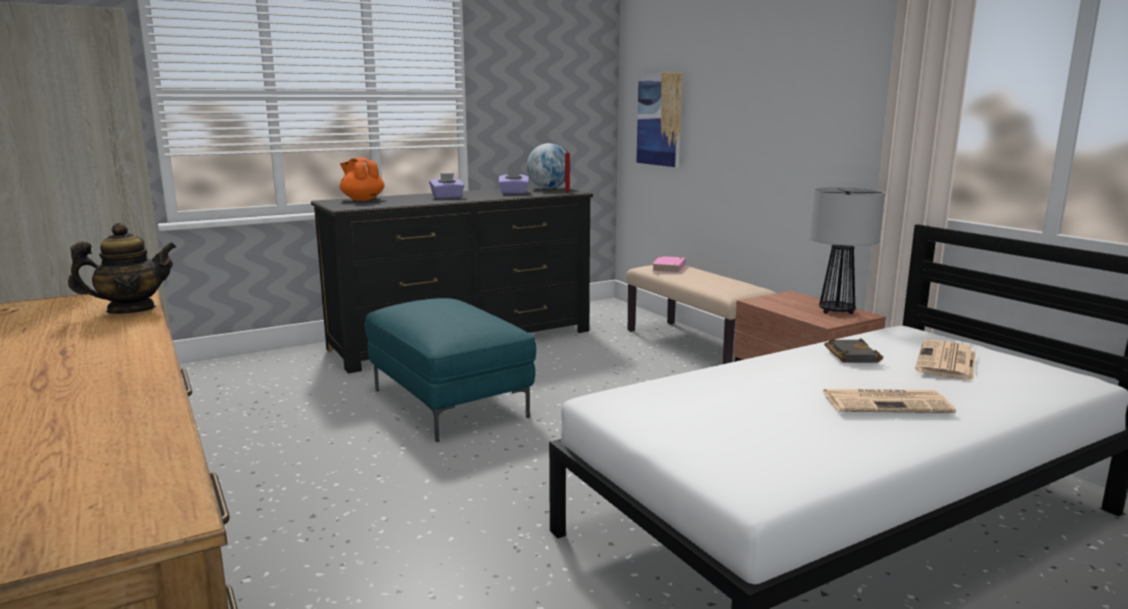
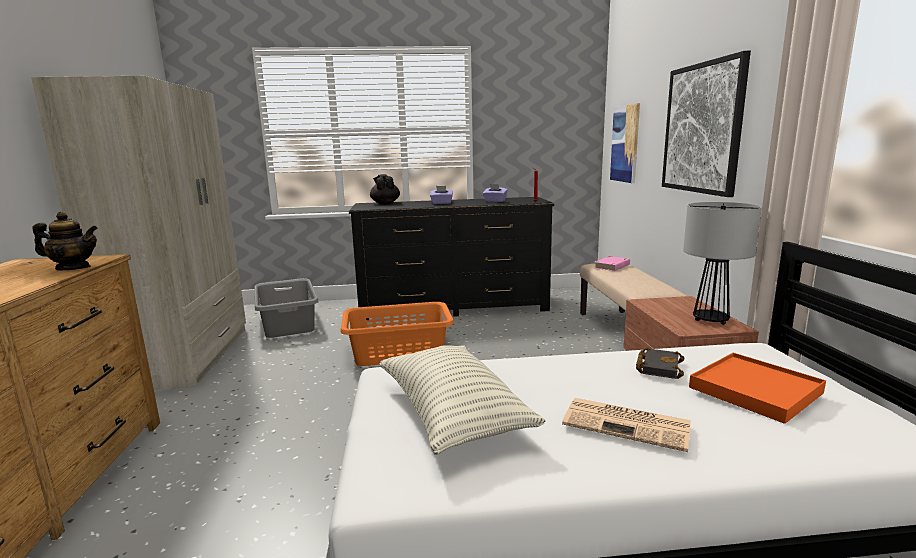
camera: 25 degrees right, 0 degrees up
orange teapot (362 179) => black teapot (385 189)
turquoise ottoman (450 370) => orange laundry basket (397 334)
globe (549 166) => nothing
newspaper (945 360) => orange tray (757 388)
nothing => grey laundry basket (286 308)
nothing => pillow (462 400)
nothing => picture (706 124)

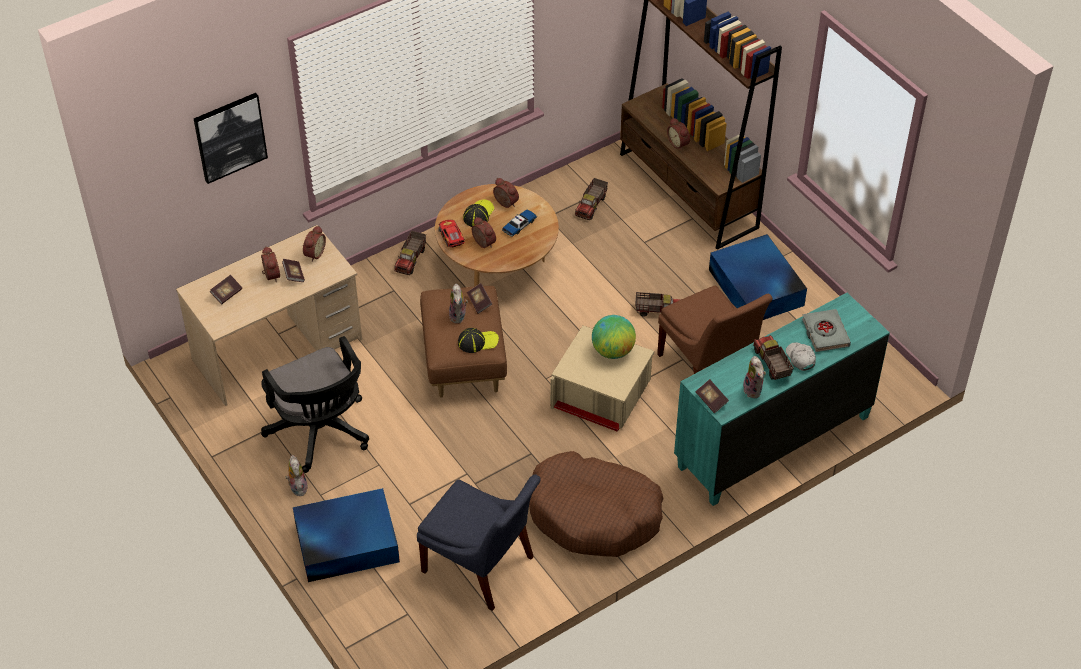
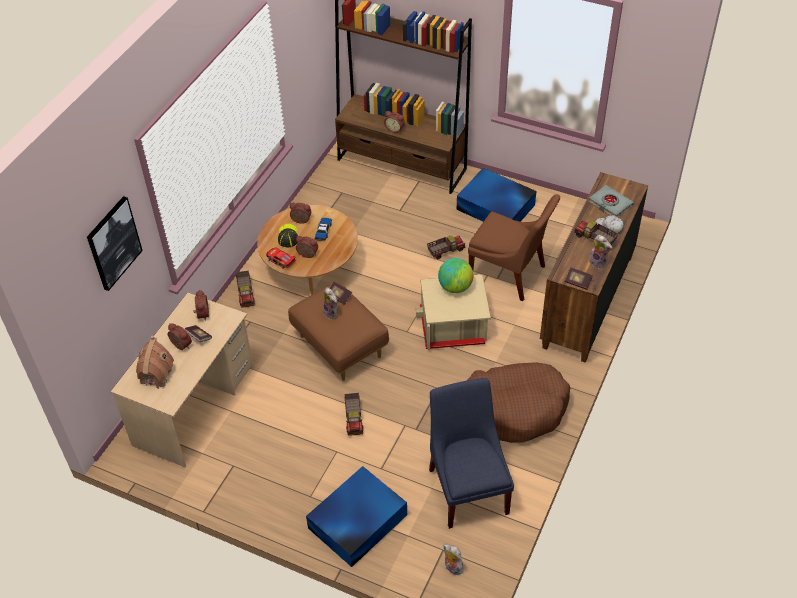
camera: 30 degrees left, 0 degrees up
book (226 289) => toy house (155 362)
black office chair (315 404) => nothing
plush toy (297 475) => plush toy (453 559), shifted
blue chair (479 542) => blue chair (471 453), 105 degrees counterclockwise
cap (478 340) => nothing
toy truck (591 199) => toy truck (353 414), shifted
turquoise dresser (782 399) => brown dresser (594 267)

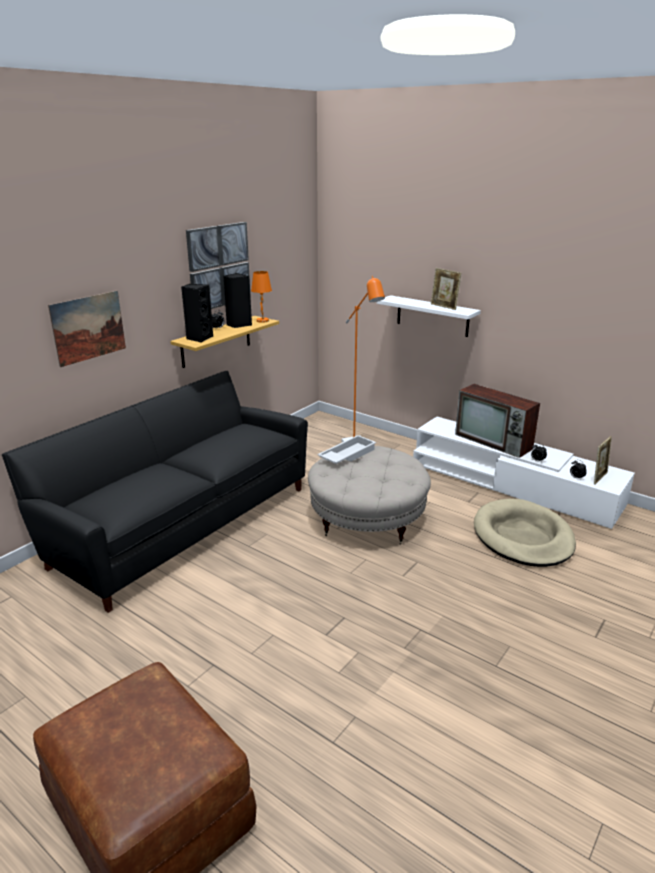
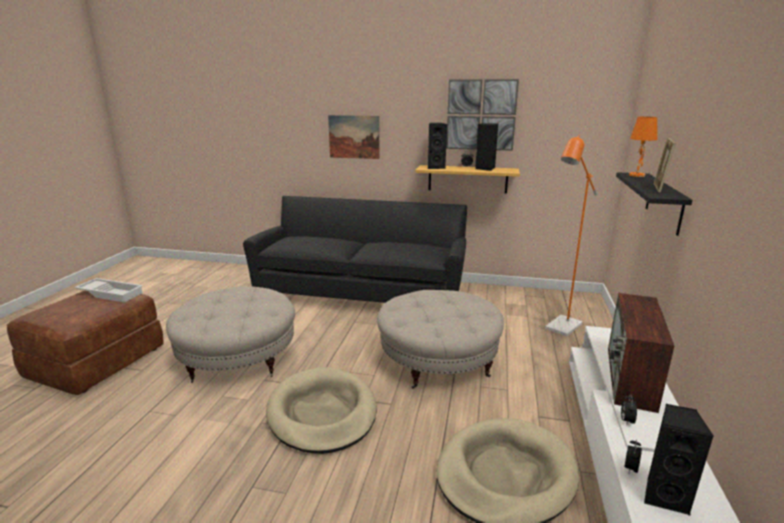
camera: 65 degrees right, 5 degrees down
orange table lamp (261 297) => orange table lamp (643 147), shifted
white tray (346 449) => white tray (108 290), shifted
white shelf (429 316) => black shelf (654 204)
picture frame (603 460) => black speaker (678 459)
nothing => beige ottoman (230 334)
nothing => beige dog bed (321 410)

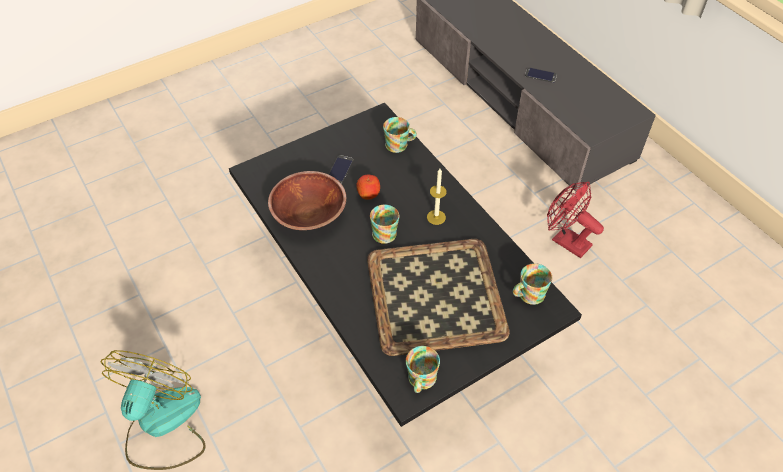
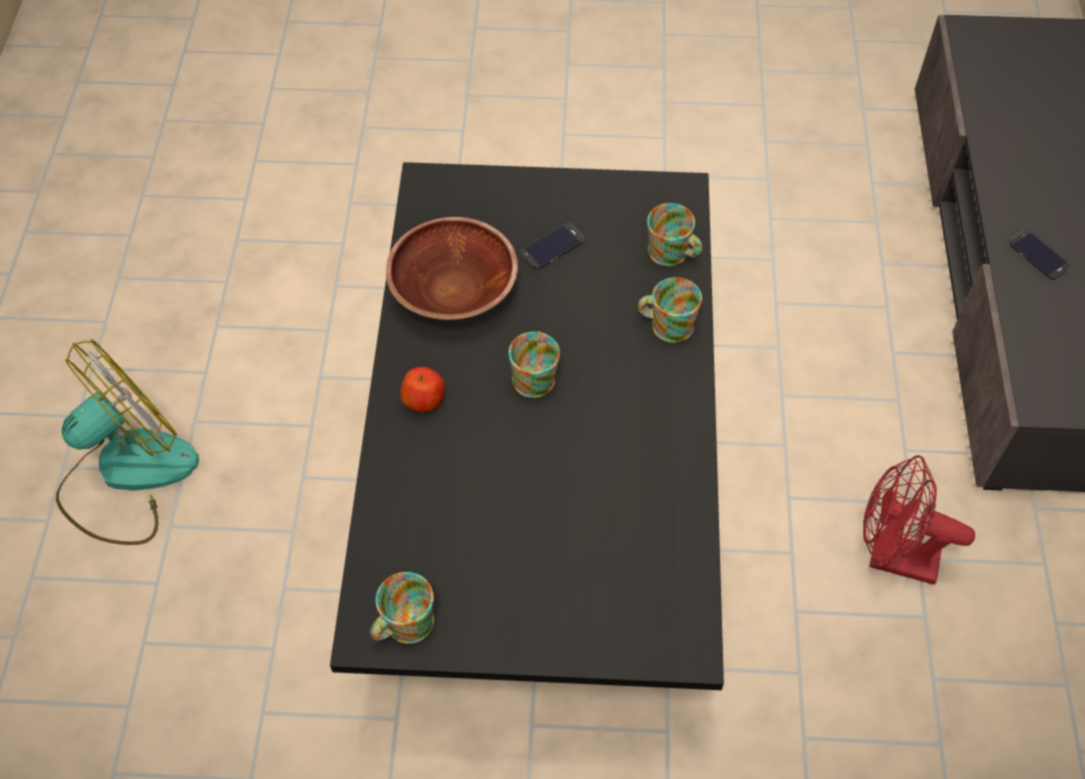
camera: 35 degrees right, 5 degrees up
apple (368 187) => apple (422 390), shifted
tray (438 297) => nothing
candle (437 197) => nothing
mug (532 284) => mug (670 310), shifted
red fan (575 220) => red fan (919 520), 60 degrees counterclockwise

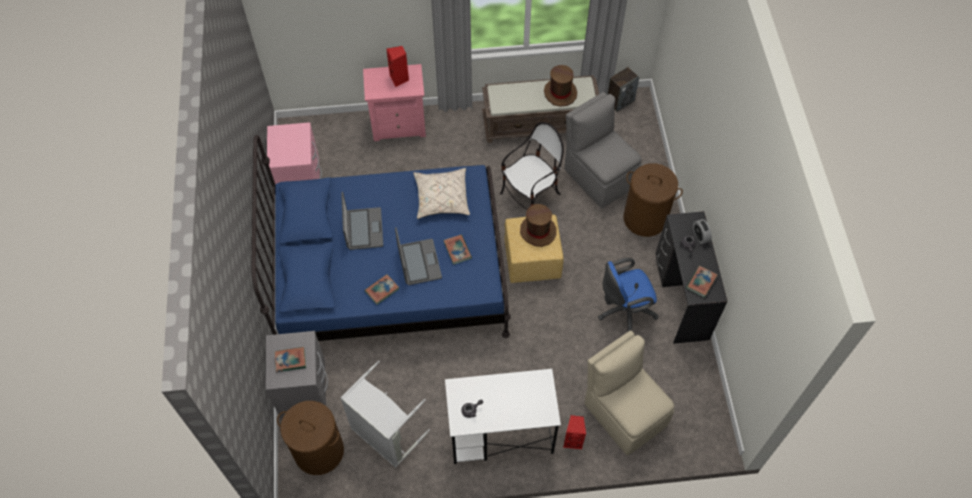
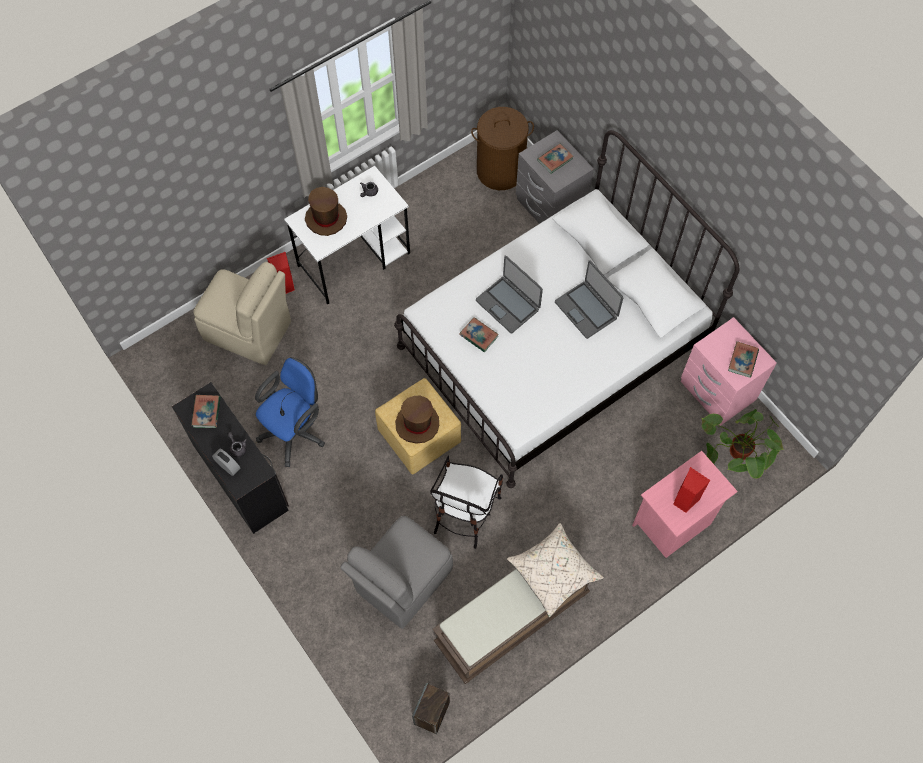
camera: 150 degrees right, 5 degrees up
blue bed (381 238) => white bed (566 309)
grey laundry basket (385 414) => nothing
book (381 289) => book (743 359), shifted
beige pillow (441 193) => beige pillow (555 570), shifted
brown hat (560 86) => brown hat (326 211), shifted
grey chair (603 150) => grey chair (396 572), 105 degrees clockwise
brown laundry basket (653 200) => nothing
nothing => potted plant (743 444)

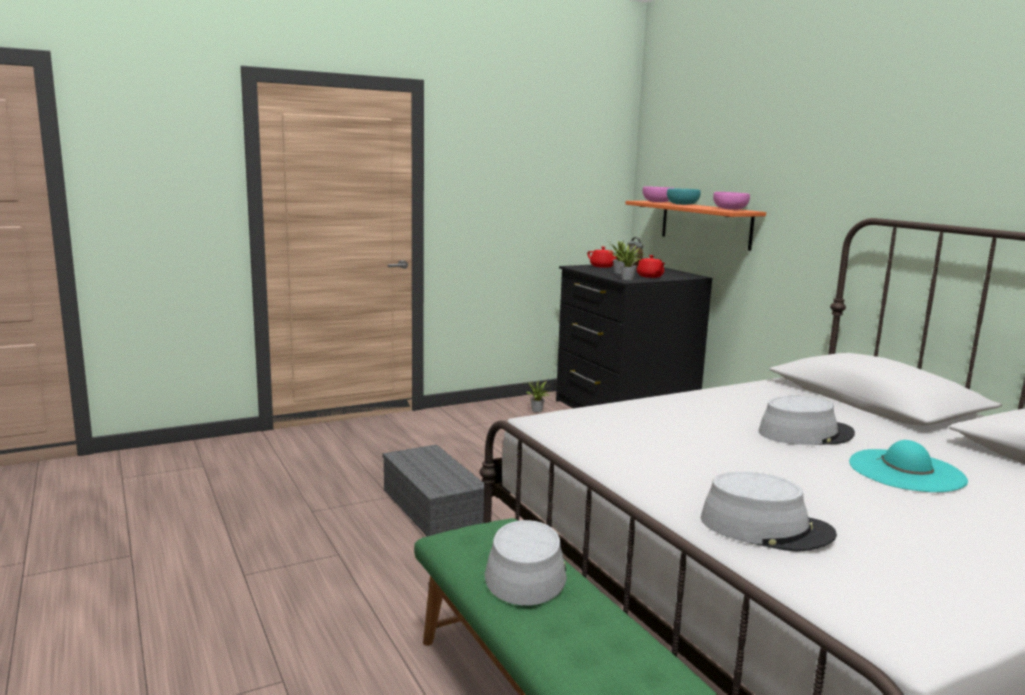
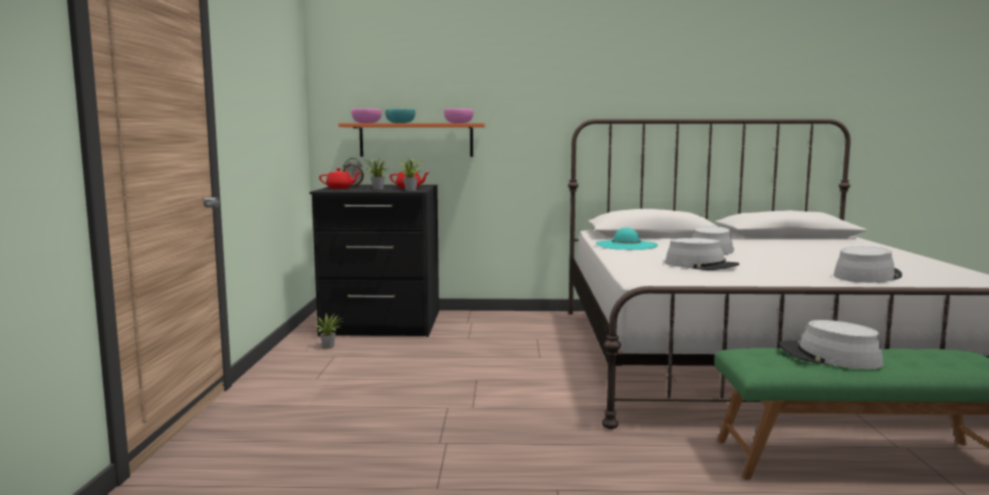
camera: 60 degrees left, 5 degrees down
grey storage box (433 490) => nothing
turquoise hat (908 466) => turquoise hat (627 238), shifted
nothing => grey hat (702 254)

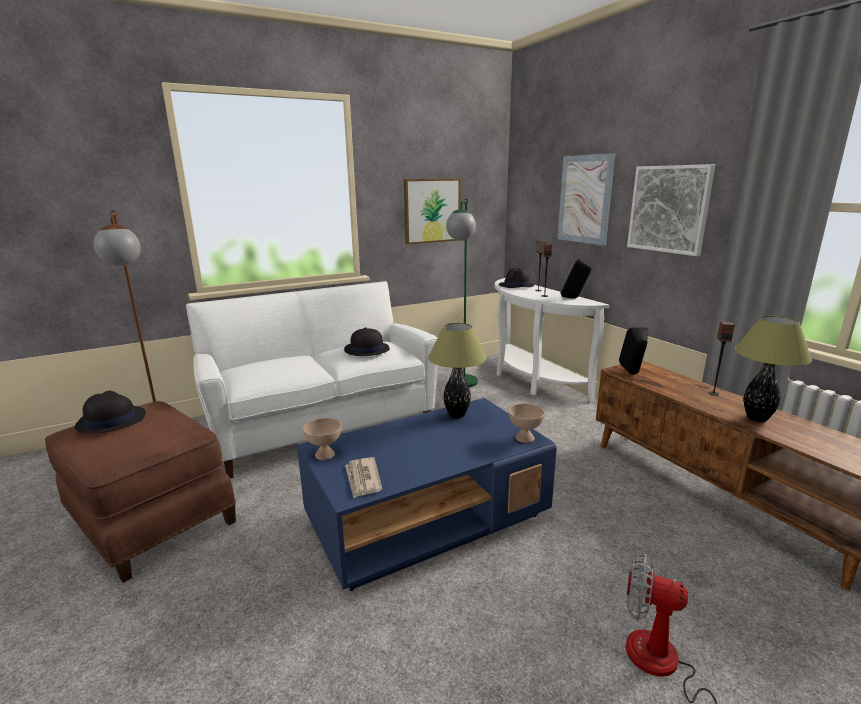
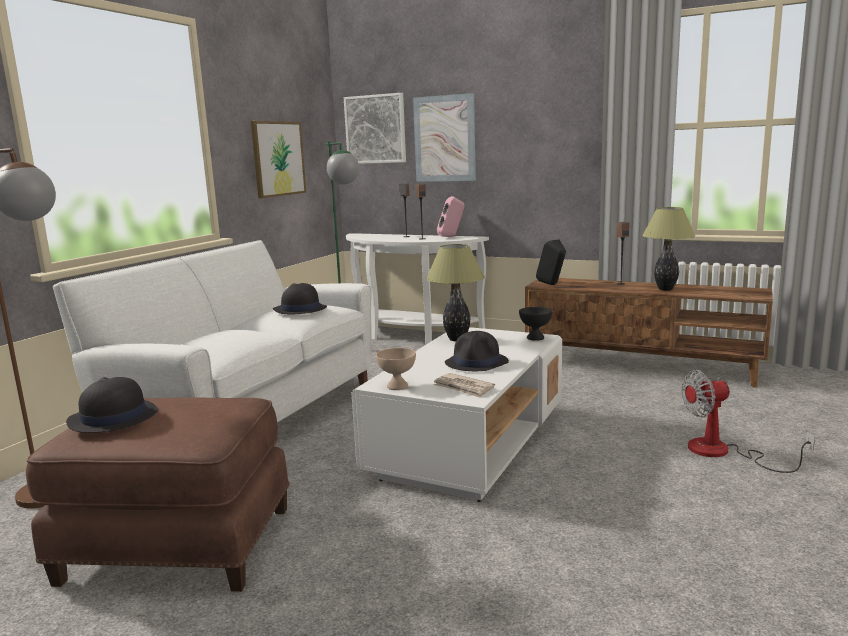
camera: 35 degrees left, 5 degrees down
blue coffee table (427 494) => white coffee table (456 414)
black hat (516 278) => black hat (477 351), shifted
beige bowl (527 423) => black bowl (535 324)
black speaker (576 278) => pink speaker (451 216)
picture (671 210) => picture (375 128), shifted

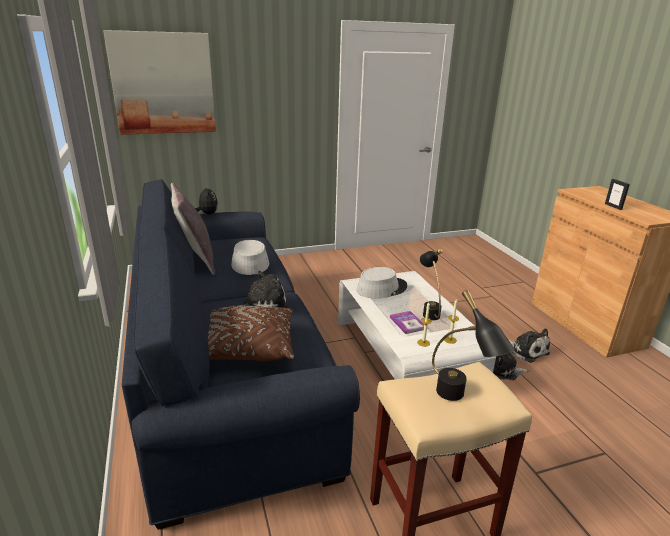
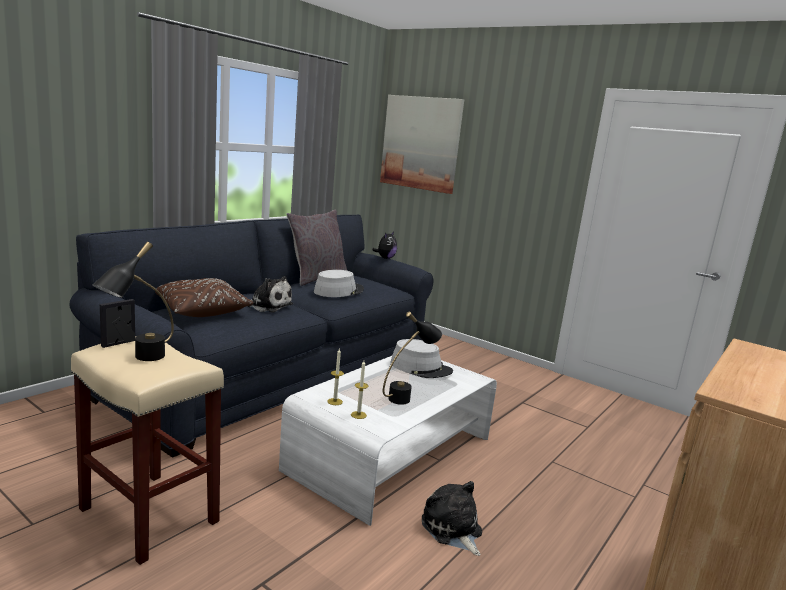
camera: 55 degrees right, 10 degrees down
book (407 322) => nothing
plush toy (529 346) => nothing
picture frame (617 194) => picture frame (117 323), shifted

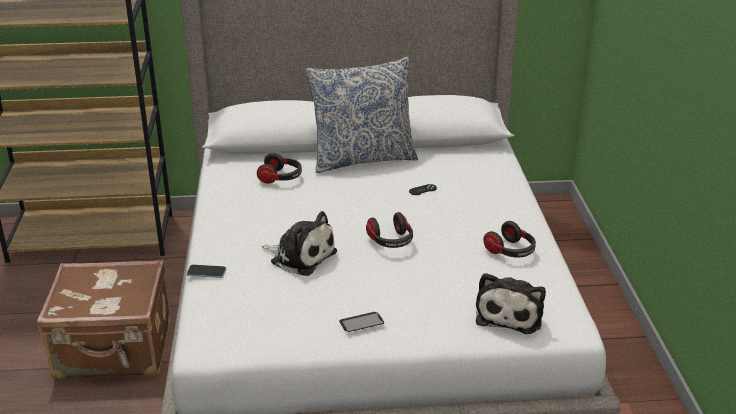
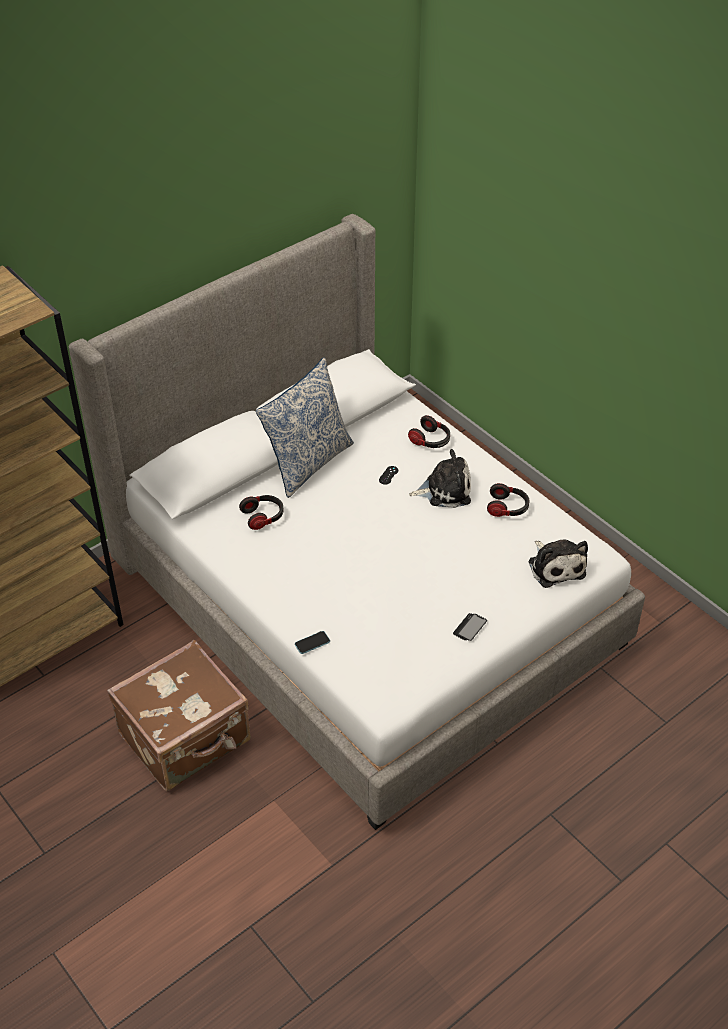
camera: 35 degrees left, 15 degrees up
plush toy (299 243) => plush toy (440 478), shifted
headphones (389 230) => headphones (429 431), shifted

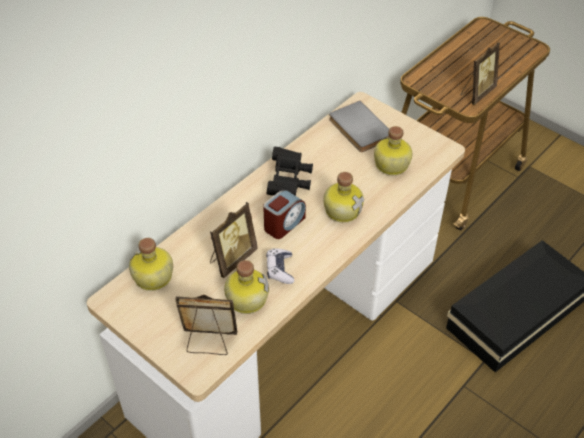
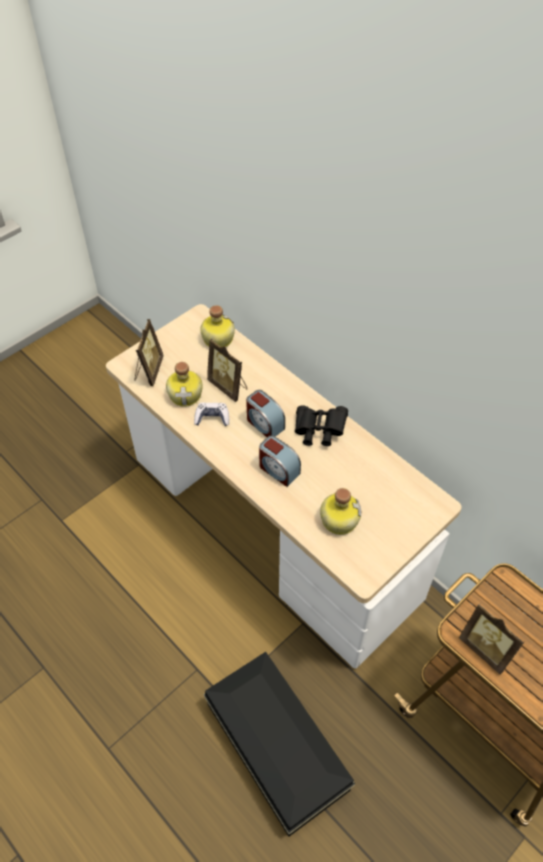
camera: 95 degrees right, 5 degrees up
bottle (343 197) => alarm clock (280 461)
grey book (359 126) => nothing

